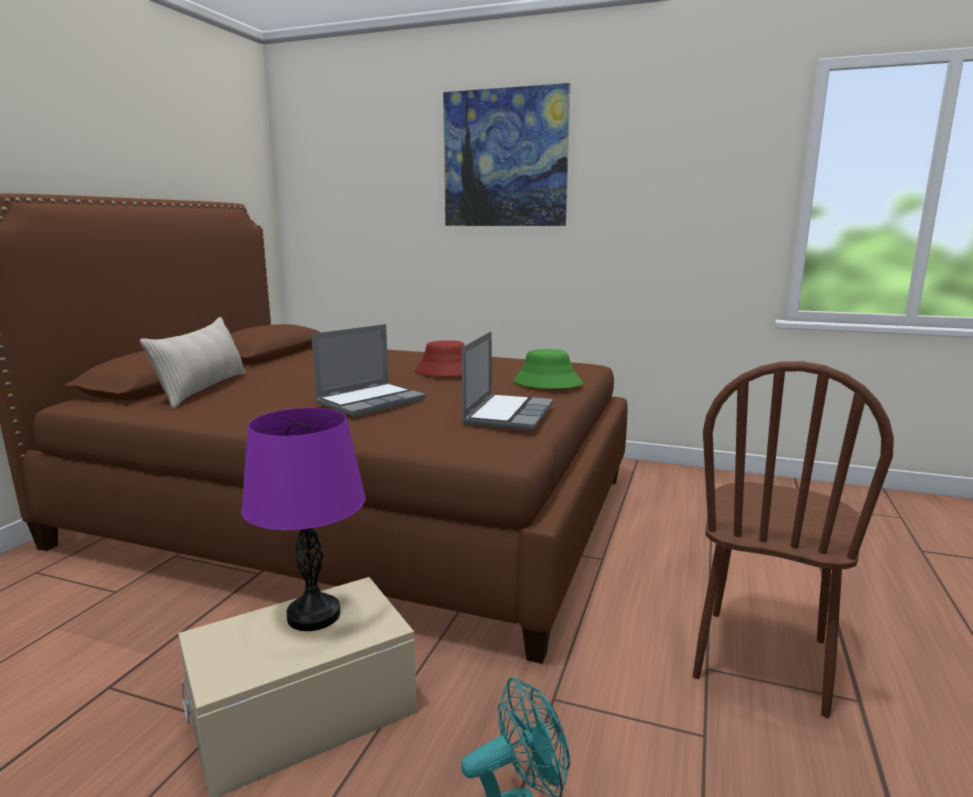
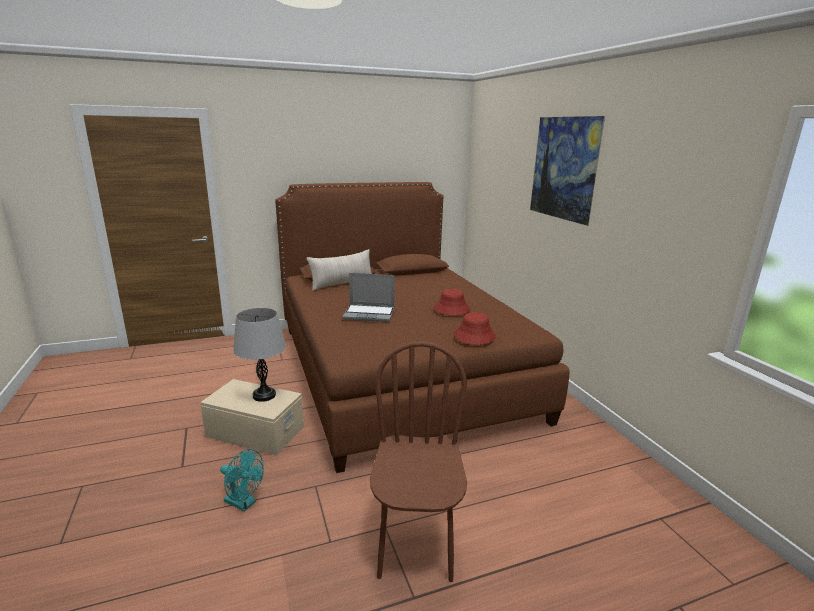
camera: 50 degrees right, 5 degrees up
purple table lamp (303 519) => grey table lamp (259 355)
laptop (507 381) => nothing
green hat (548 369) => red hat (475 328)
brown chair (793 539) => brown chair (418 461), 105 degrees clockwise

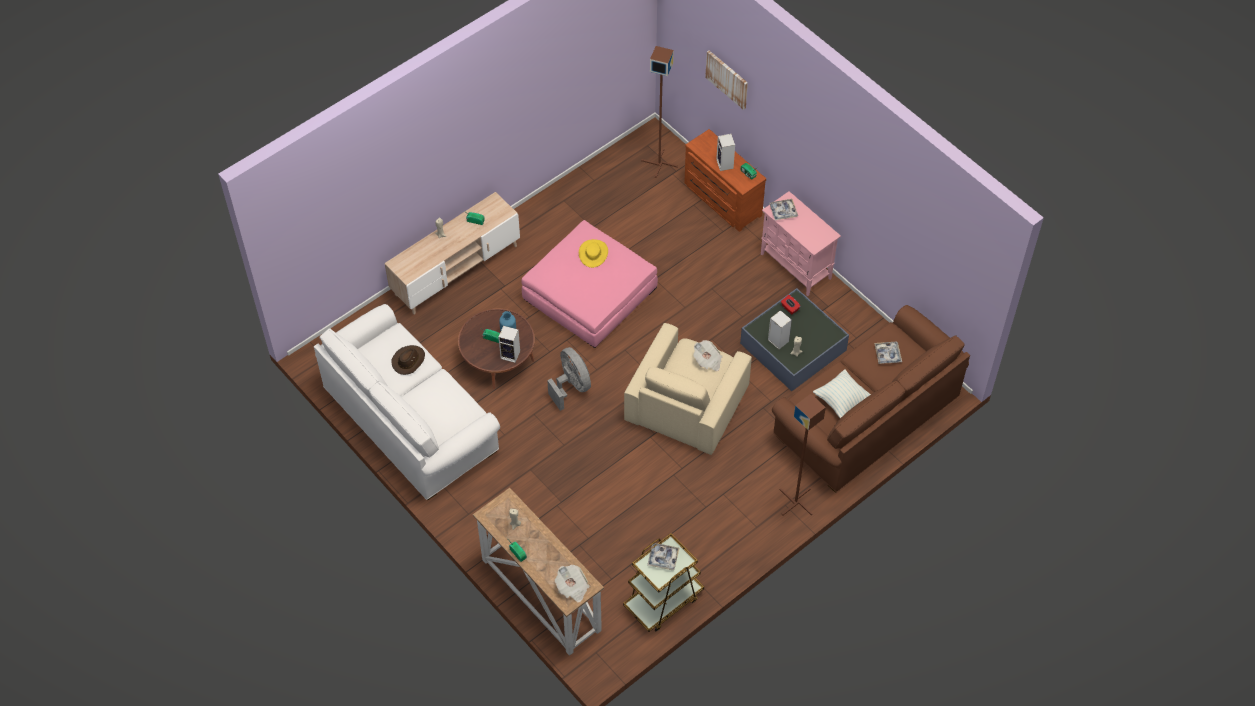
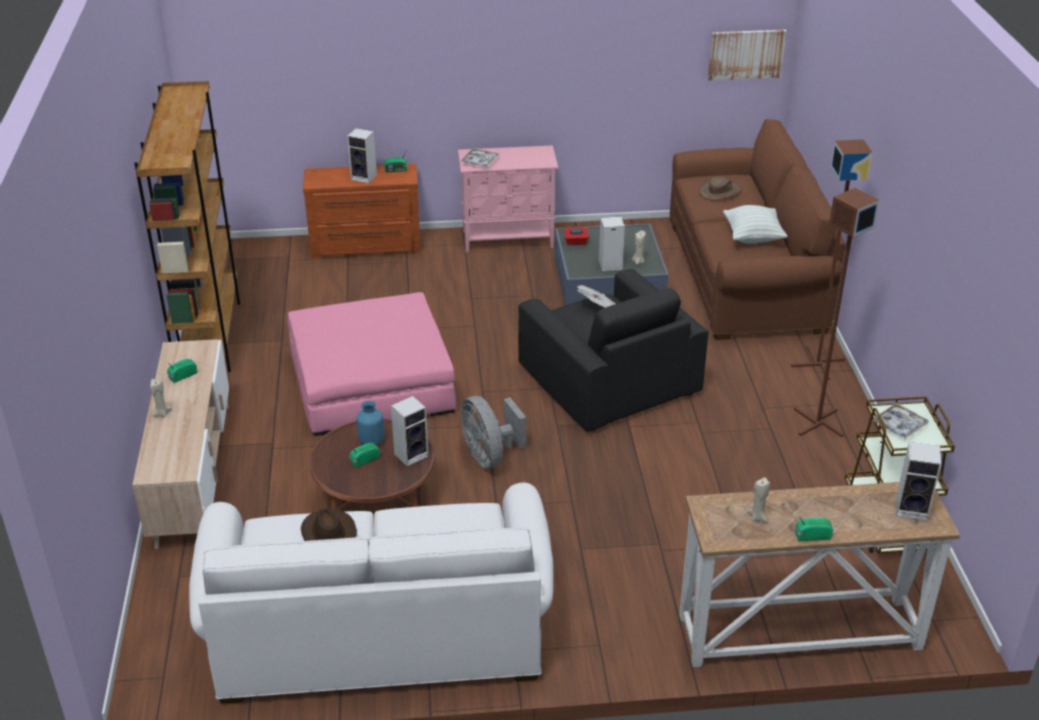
camera: 55 degrees left, 20 degrees down
grey fan (569 379) => grey fan (493 432), 120 degrees counterclockwise
newspaper (572 584) => speaker (918 481)
yellow hat (593 253) => nothing
beige armchair (688 389) => black armchair (613 350)
brown floor lamp (659 112) => brown floor lamp (836 312), shifted
picture (726 80) => picture (747 55), shifted
tray (888 352) => brown hat (720 188)
nothing => brown bookcase (187 226)

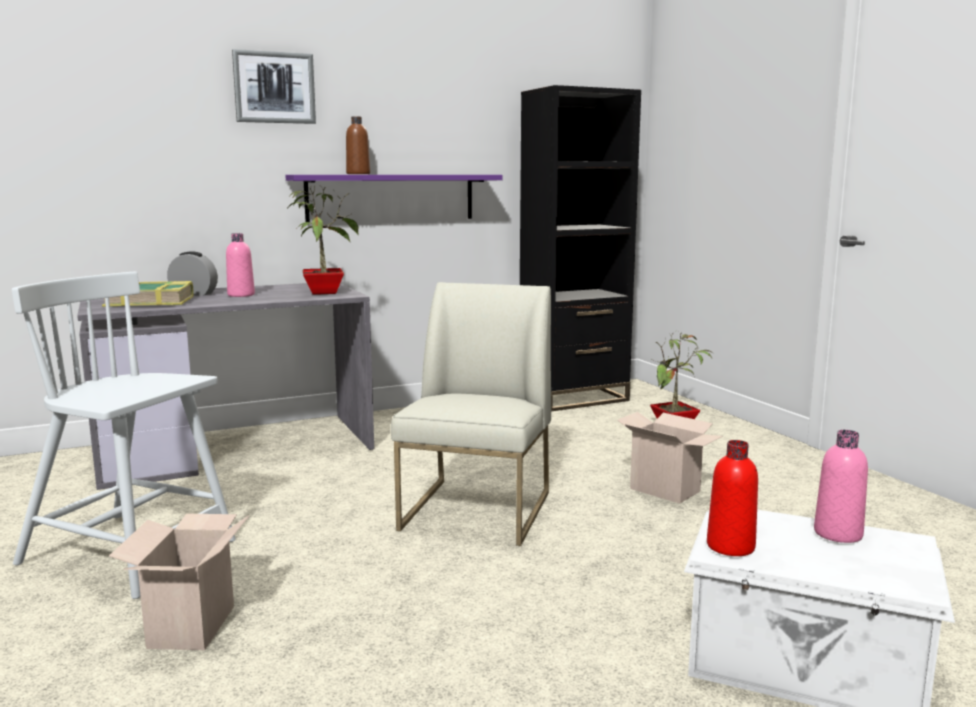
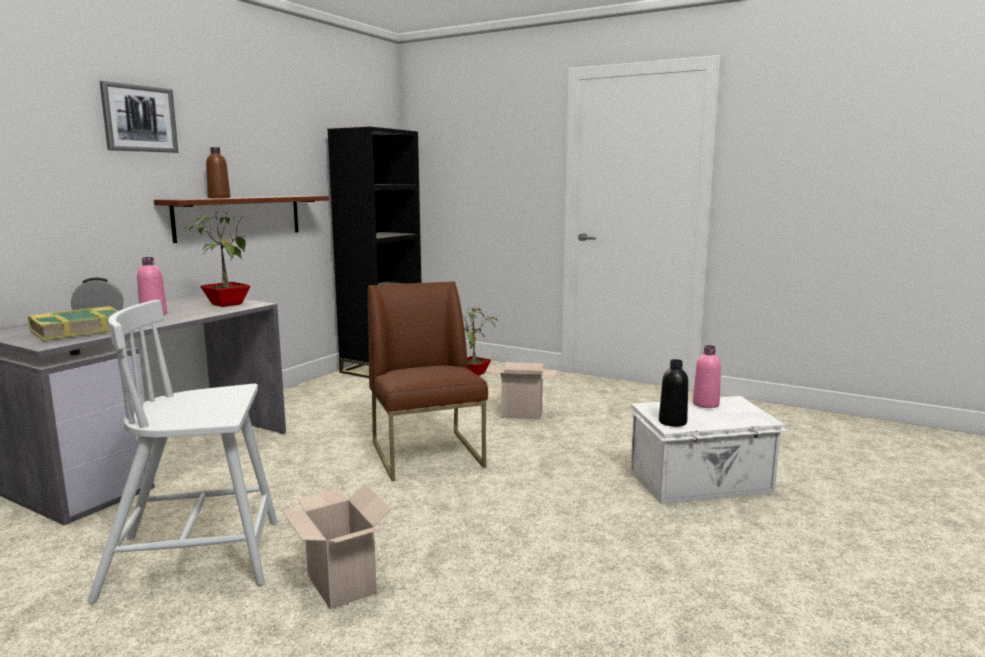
camera: 35 degrees left, 0 degrees up
purple shelf (394 198) => brown shelf (241 219)
white chair (471 414) => brown chair (428 381)
red bottle (732 498) => black bottle (673 393)

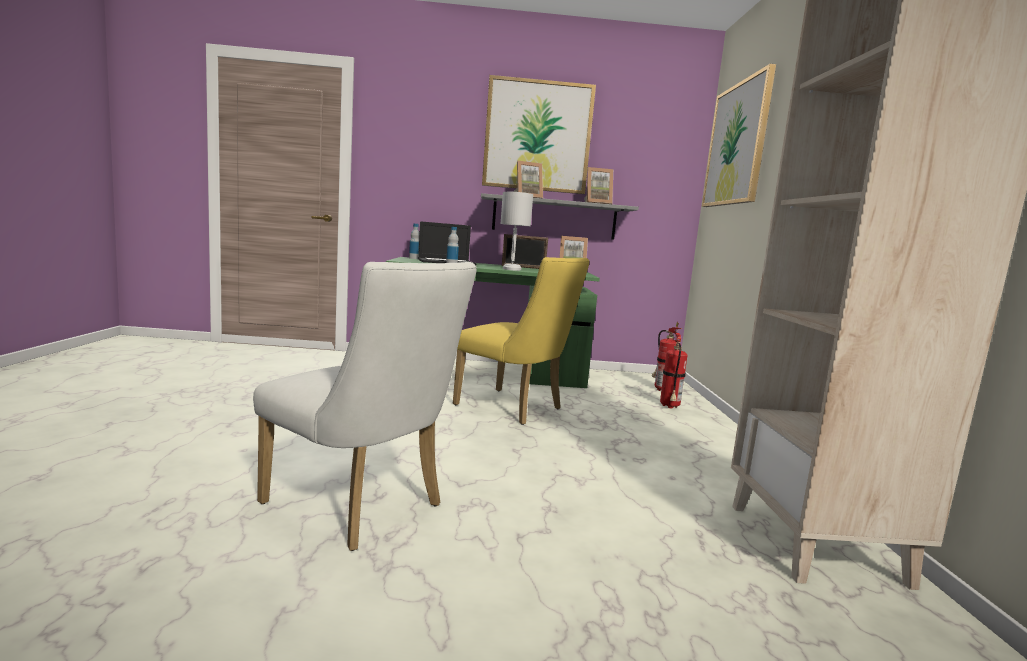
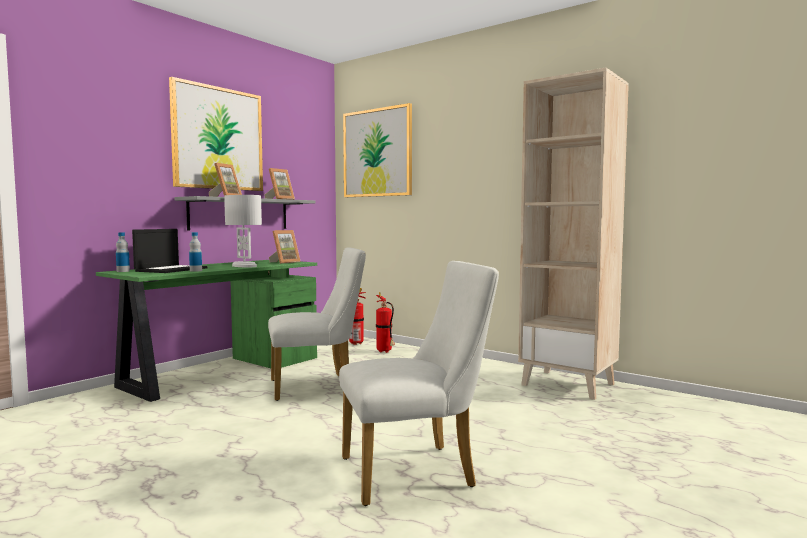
camera: 50 degrees left, 5 degrees down
yellow chair (521 341) => white chair (317 324)
picture frame (525 251) => nothing

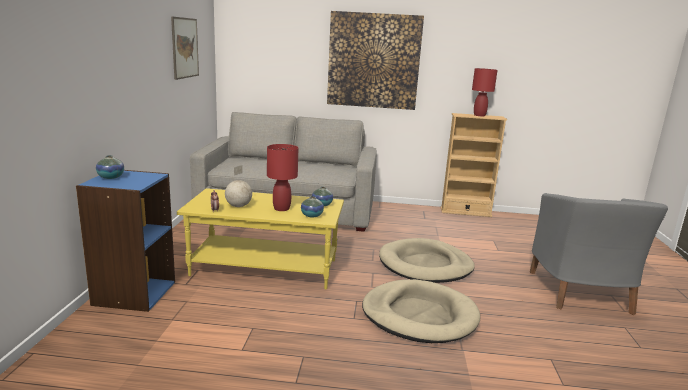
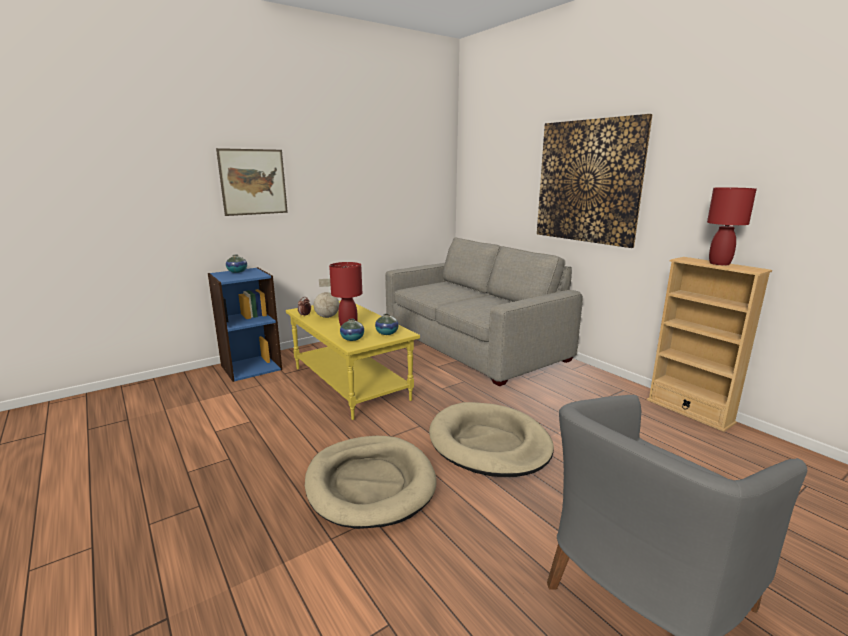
camera: 50 degrees right, 0 degrees up
picture (185 48) => picture (252 182), shifted

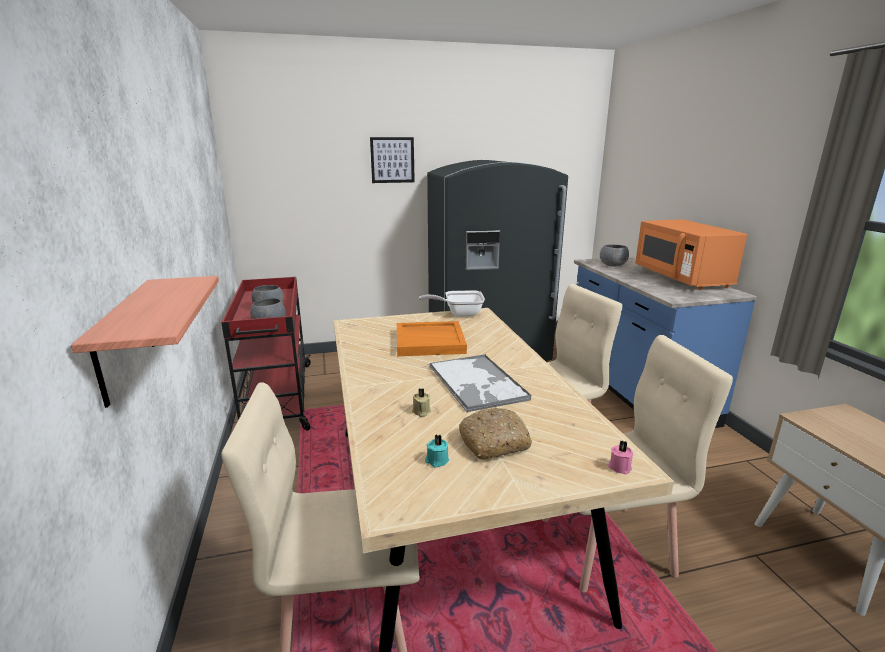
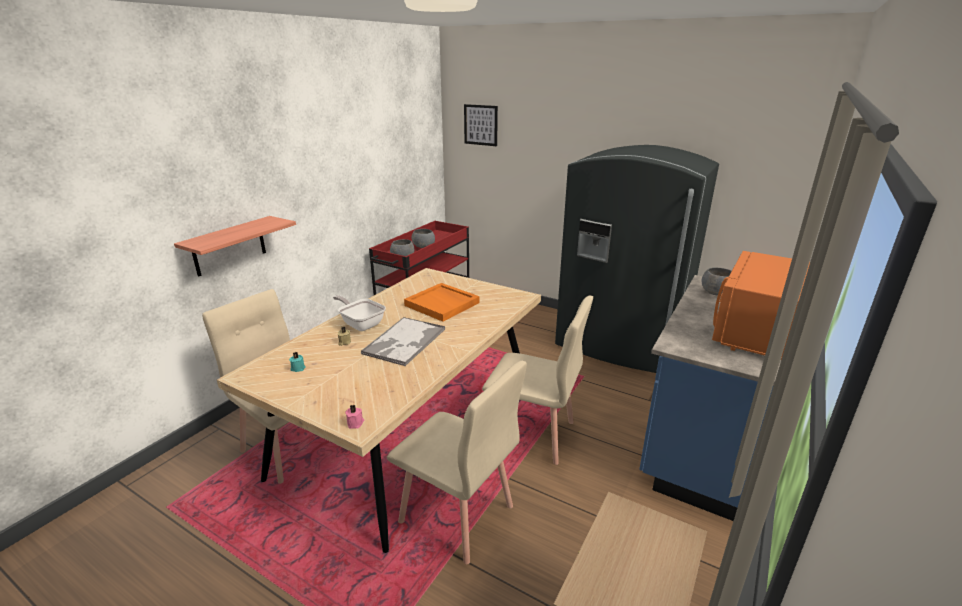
camera: 45 degrees right, 5 degrees up
picture (392 160) => picture (481 125), shifted
frying pan (452 303) => frying pan (359 313), shifted
bread (495 434) => nothing

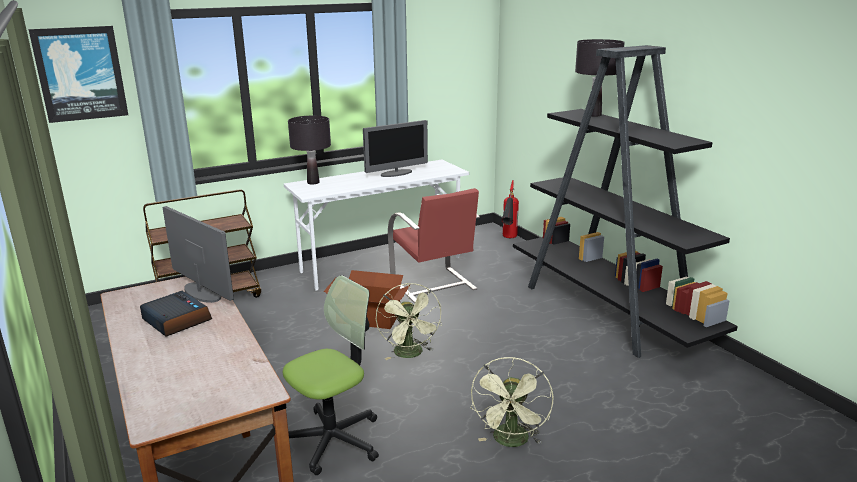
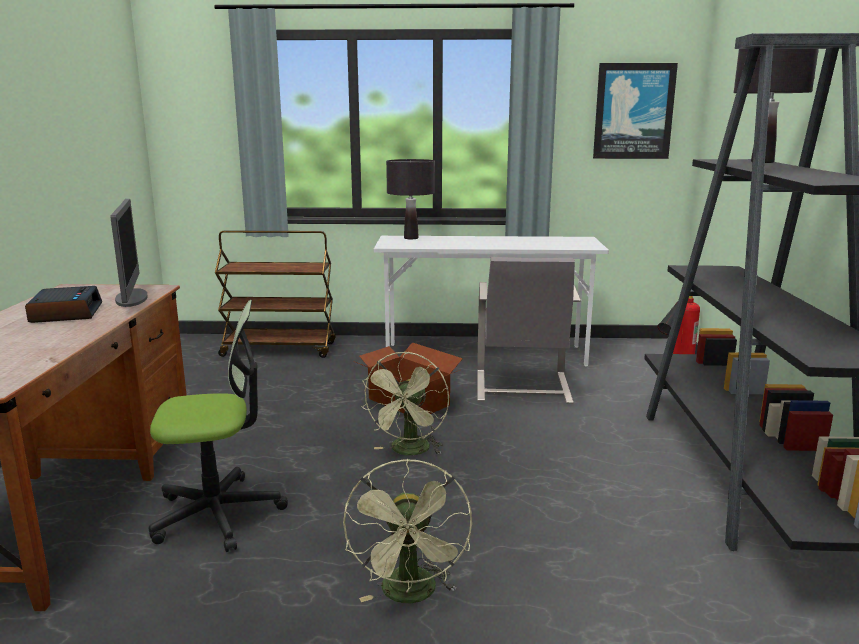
camera: 30 degrees right, 5 degrees down
picture (78 74) => picture (635 111), shifted
monitor (395 148) => nothing
red chair (434 245) => grey chair (529 330)
green fan (512 402) => green fan (407 531), 45 degrees counterclockwise

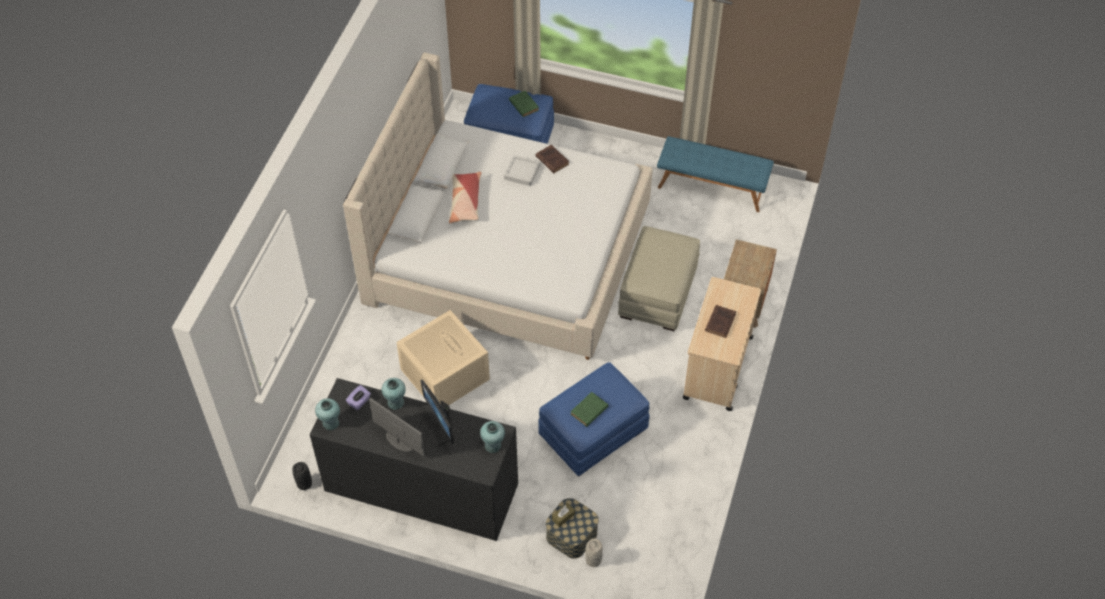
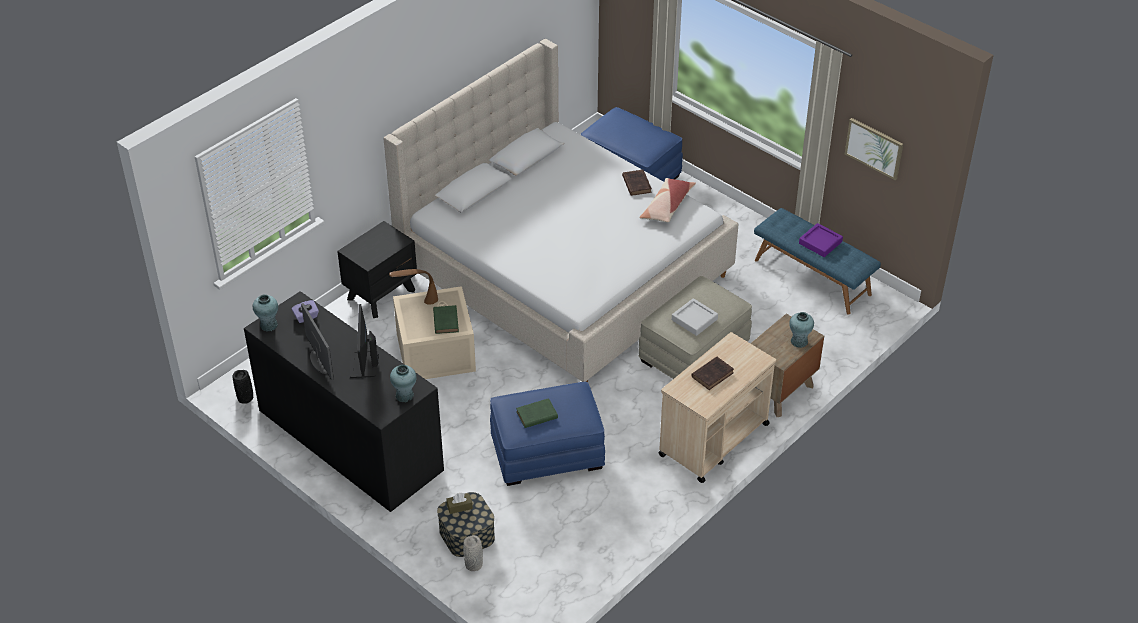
camera: 25 degrees right, 10 degrees down
turquoise vase (394 394) => turquoise vase (801 330), shifted
pillow (465 197) => pillow (667 200), shifted
grey tray (522 170) => grey tray (695 317), shifted
green book (524 104) => green book (446 319), shifted
nothing => black nightstand (377 269)
nothing => brown table lamp (413 287)
nothing => purple tray (821 240)
nothing => picture (874 149)

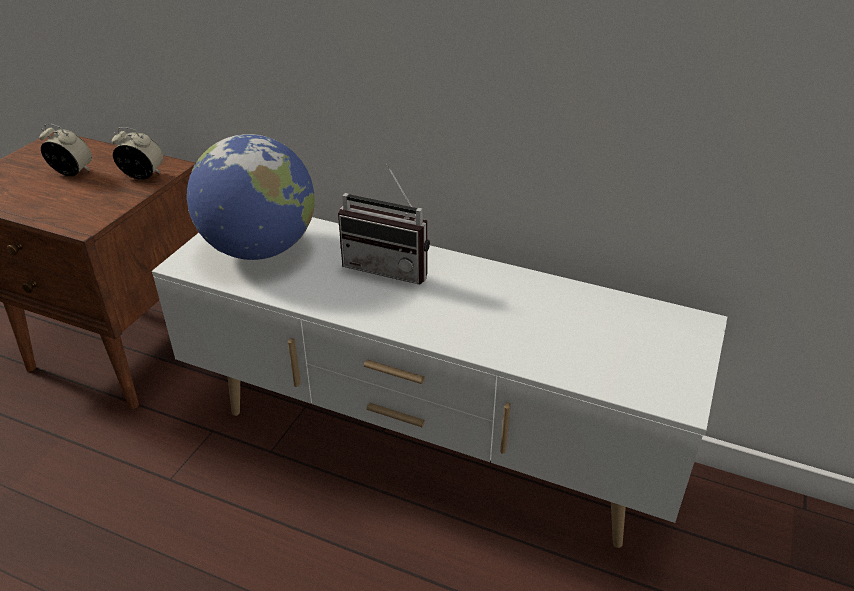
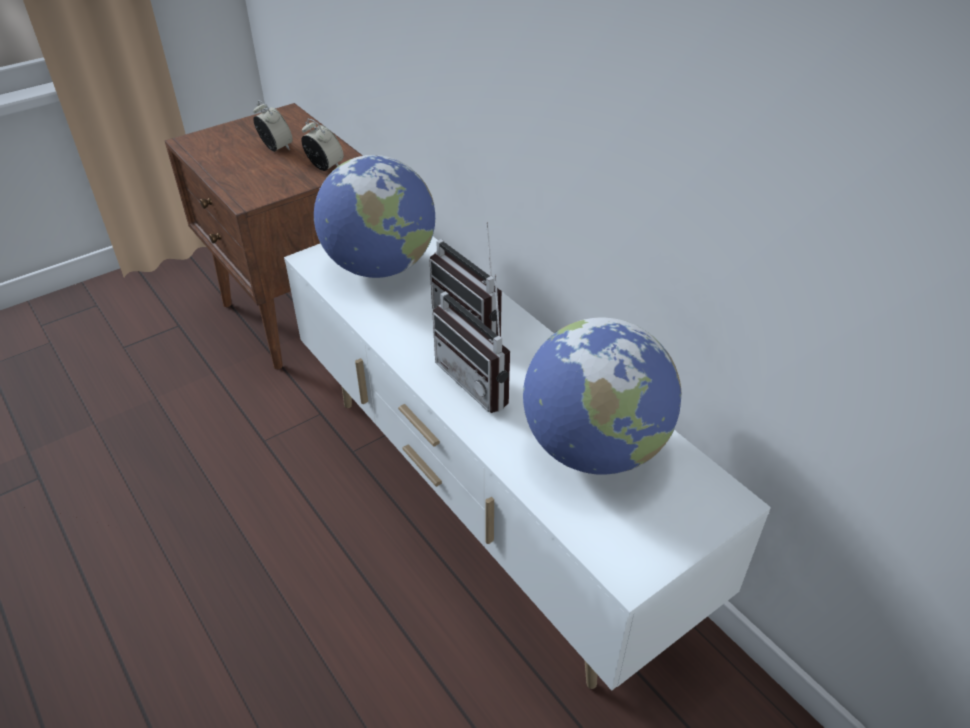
camera: 30 degrees right, 5 degrees up
nothing => radio (471 344)
nothing => globe (602 396)

